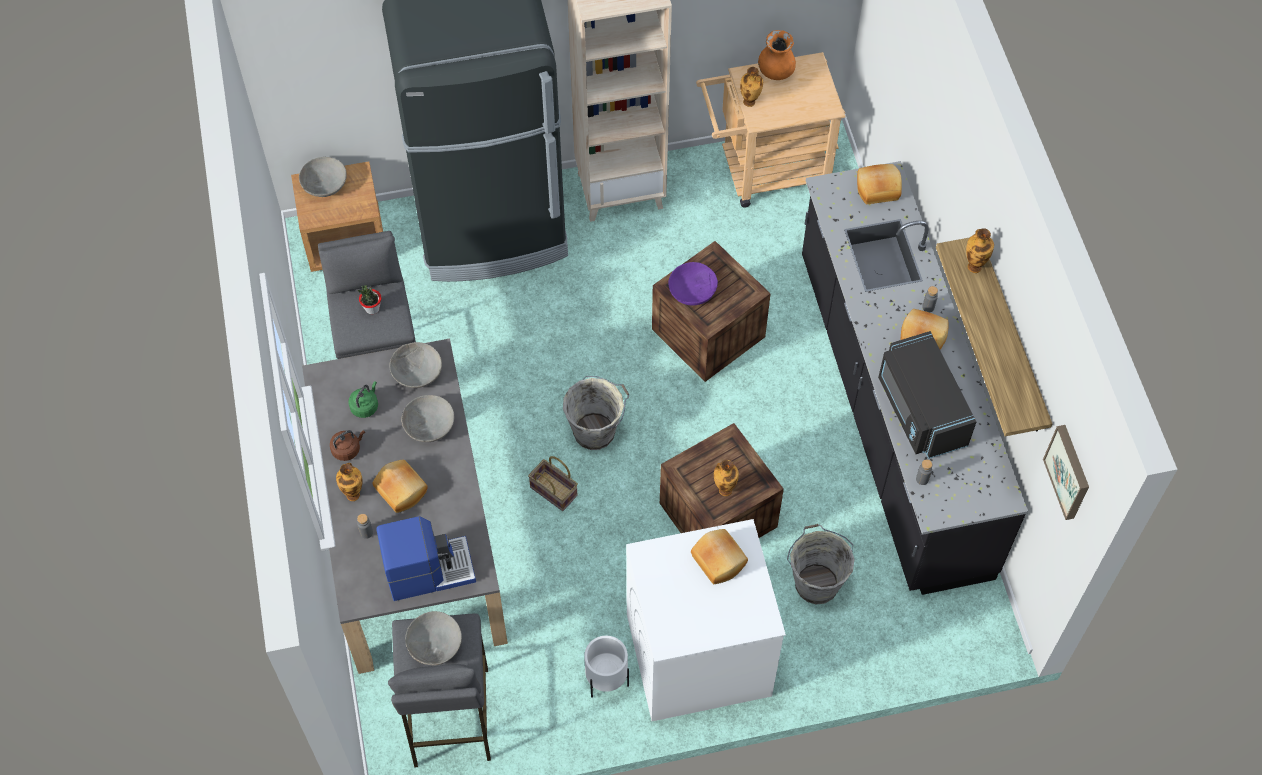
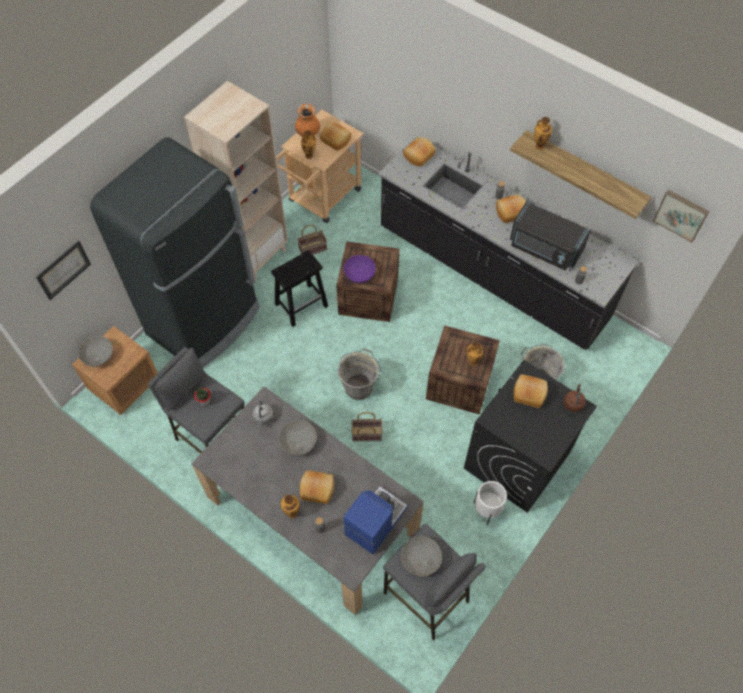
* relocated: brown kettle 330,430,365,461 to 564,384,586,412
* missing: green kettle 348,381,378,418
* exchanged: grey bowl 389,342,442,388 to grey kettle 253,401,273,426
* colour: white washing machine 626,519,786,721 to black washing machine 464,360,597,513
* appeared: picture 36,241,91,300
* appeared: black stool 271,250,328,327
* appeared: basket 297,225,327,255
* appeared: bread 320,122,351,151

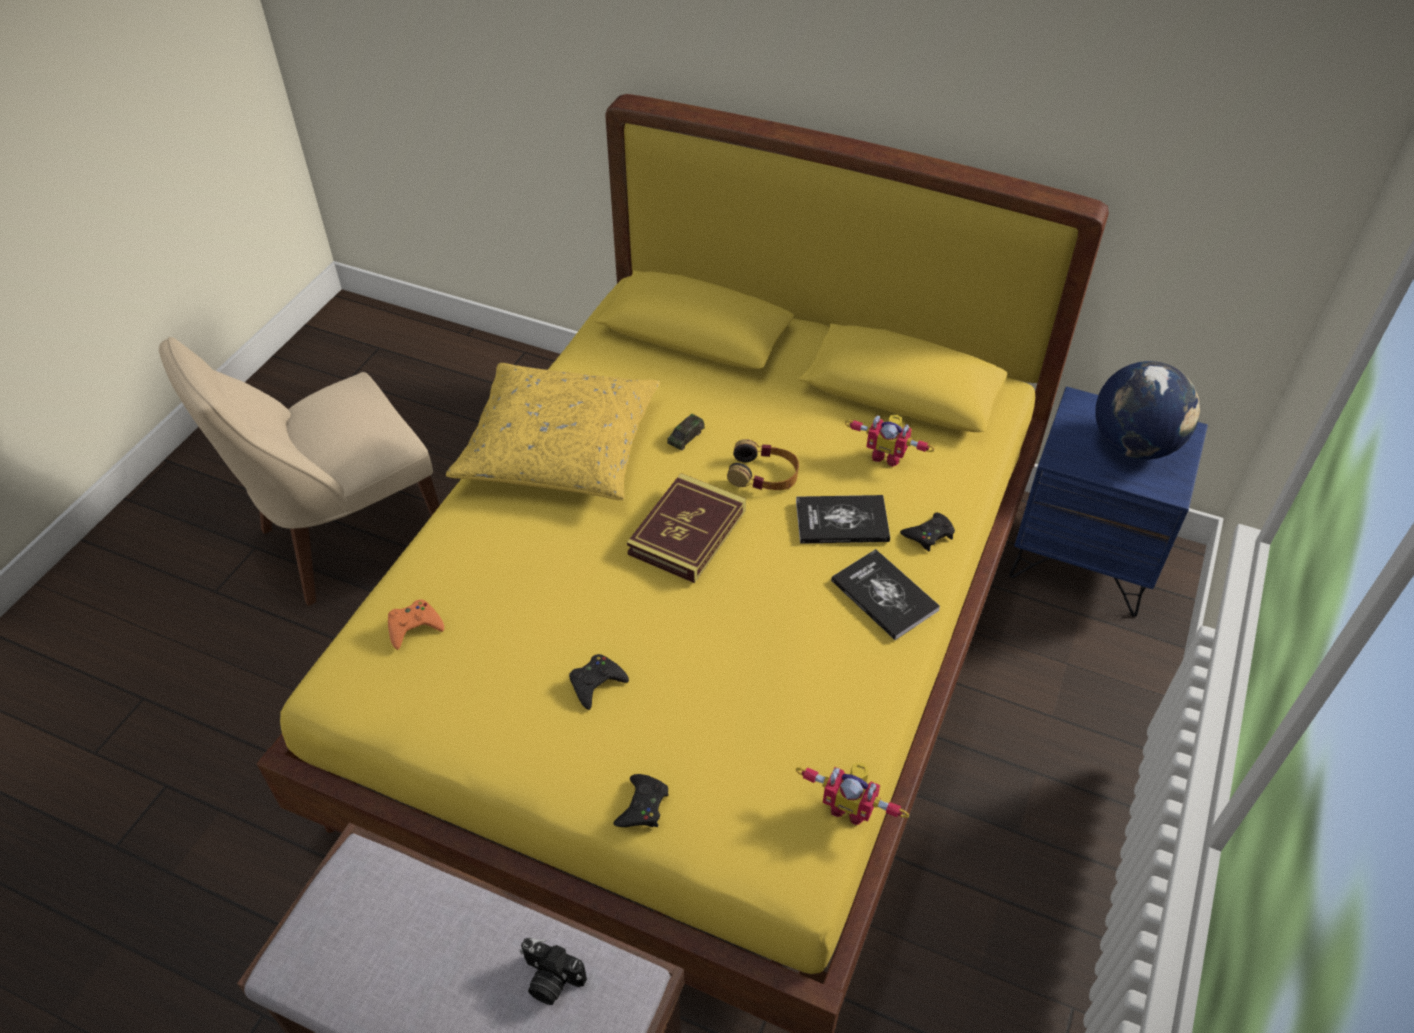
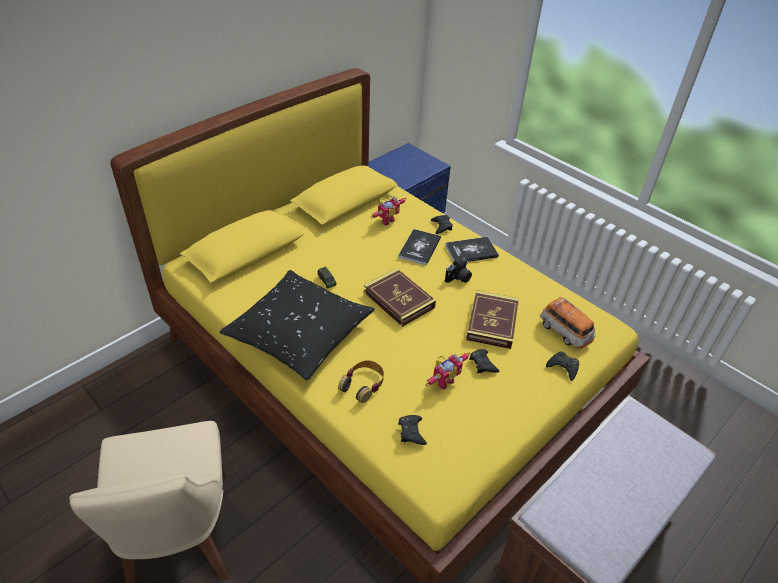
* colour: orange game controller 388,600,444,650 to black game controller 398,415,427,445
* colour: yellow pillow 446,363,660,500 to black pillow 220,270,375,380
* relocated: photo camera 520,938,587,1005 to 445,258,472,283
* relocated: headphones 727,439,799,490 to 338,360,384,403
* relocated: toy robot 796,763,909,825 to 425,352,470,390
* missing: globe 1096,361,1200,460
* appeared: book 466,290,519,349
* appeared: toy car 540,297,595,348

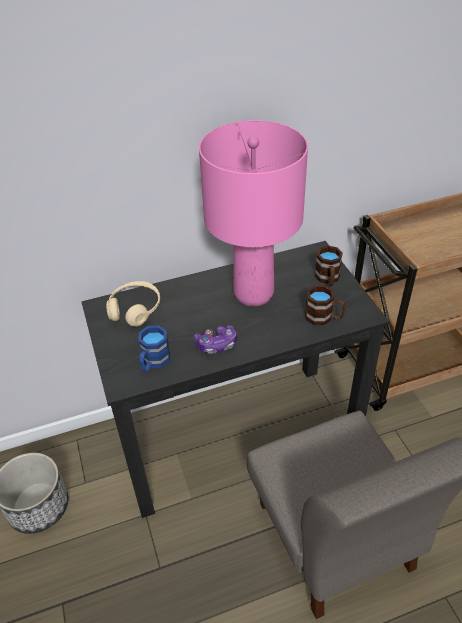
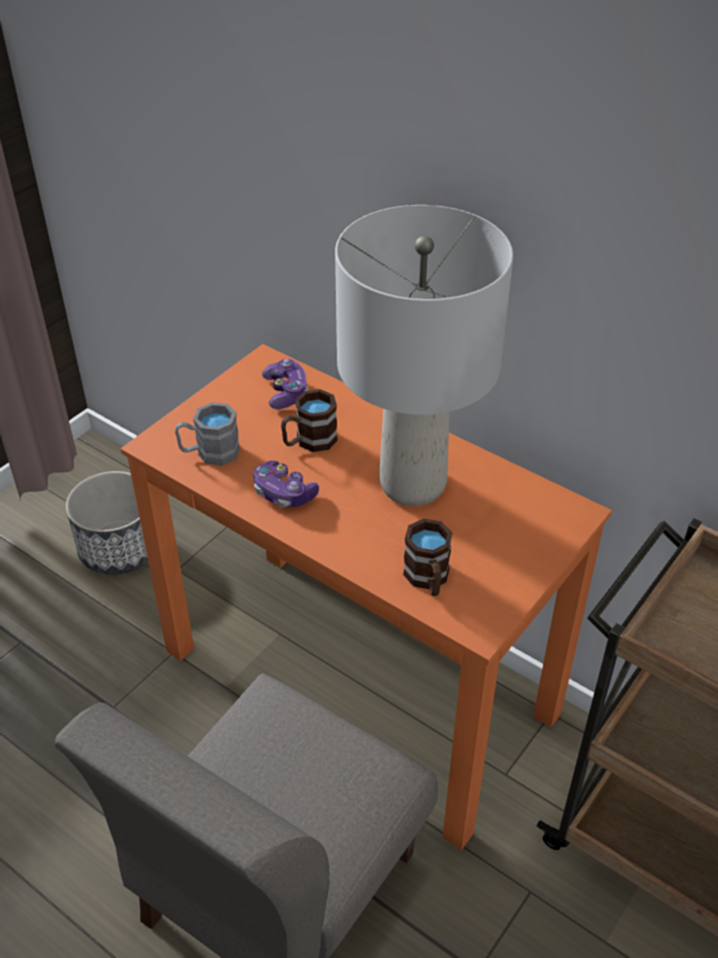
* colour: black desk 81,241,389,518 to orange desk 121,344,612,850
* exchanged: beige headphones 106,281,160,326 to game controller 262,359,309,409
* colour: blue mug 138,325,170,372 to grey mug 175,402,240,466
* colour: pink table lamp 199,120,308,306 to grey table lamp 335,205,513,506
* relocated: brown mug 315,246,343,286 to 281,389,338,452

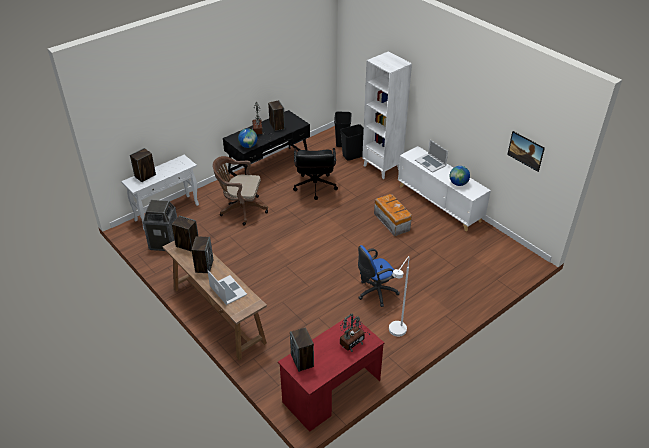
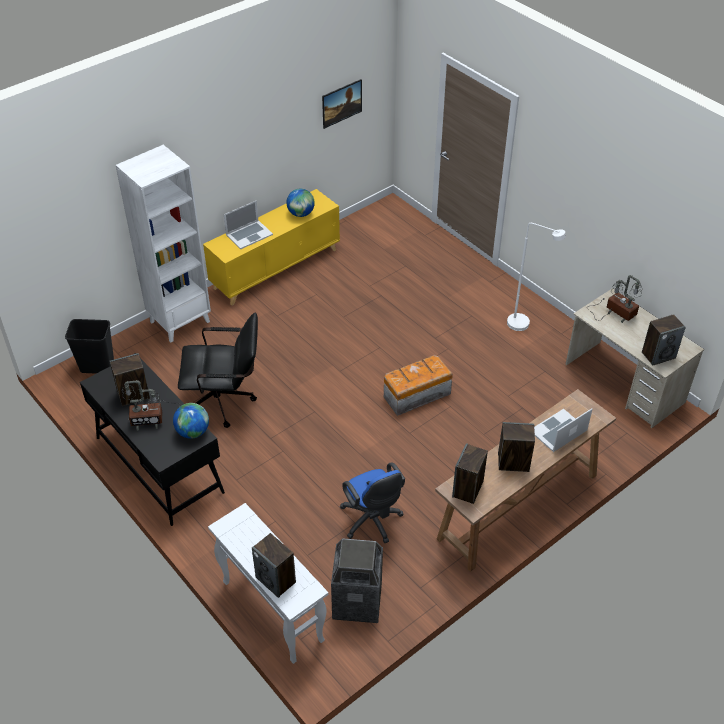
* missing: brown office chair 213,156,268,226
* colour: red desk 278,316,384,432 to beige desk 565,288,704,428
* missing: black trash can 340,124,364,161
* relocated: blue office chair 358,245,400,307 to 340,462,405,543
* relocated: storage box 374,194,412,237 to 384,355,453,416
* colour: white cabinet 398,146,491,231 to yellow cabinet 203,189,340,305

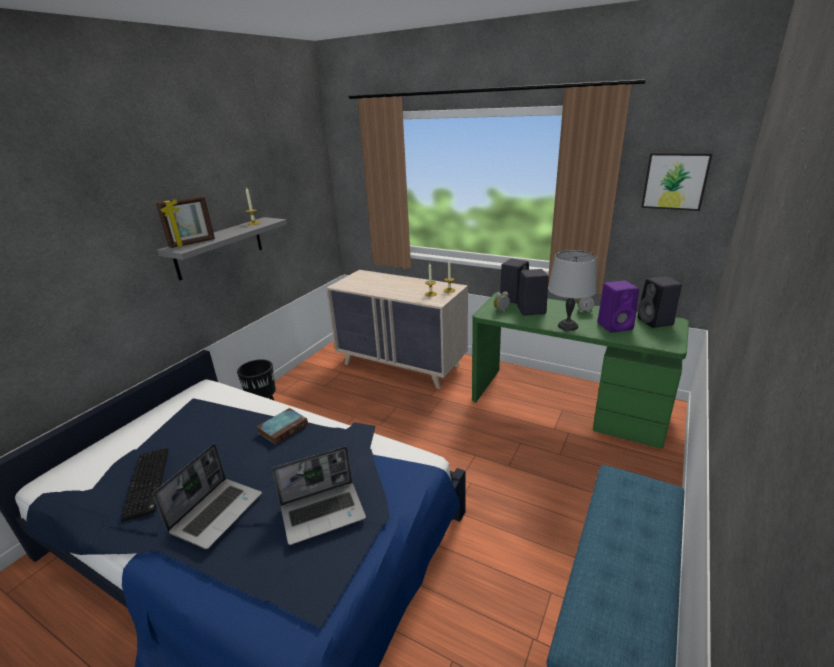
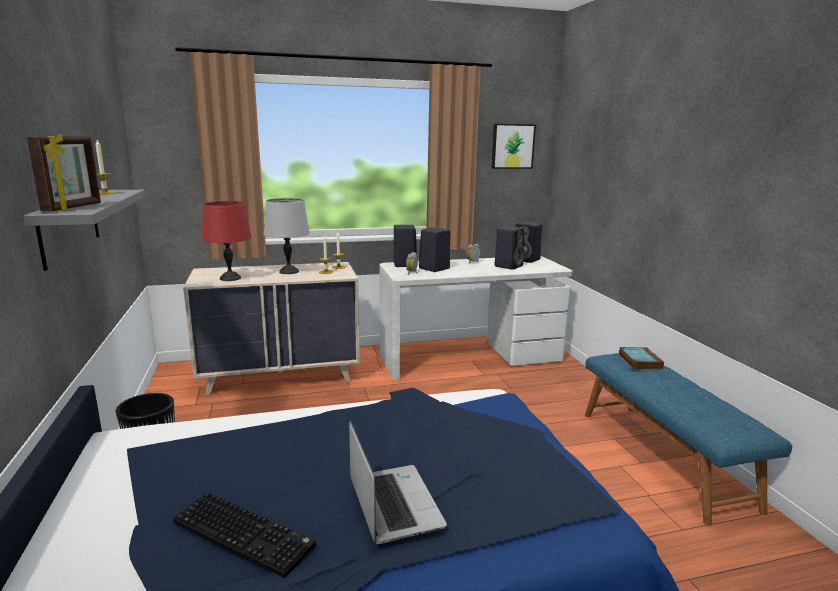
* relocated: book 257,408,308,445 to 619,347,664,370
* missing: laptop 272,446,366,545
* colour: green desk 472,292,689,449 to white desk 380,256,572,380
* relocated: grey table lamp 548,250,597,331 to 264,198,310,274
* colour: purple speaker 597,281,639,333 to black speaker 494,226,525,270
* appeared: red table lamp 202,201,252,281

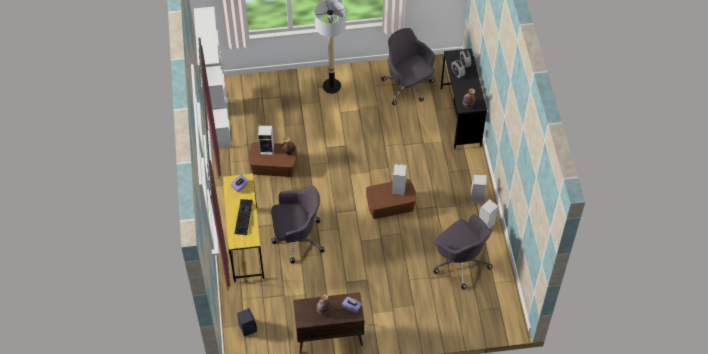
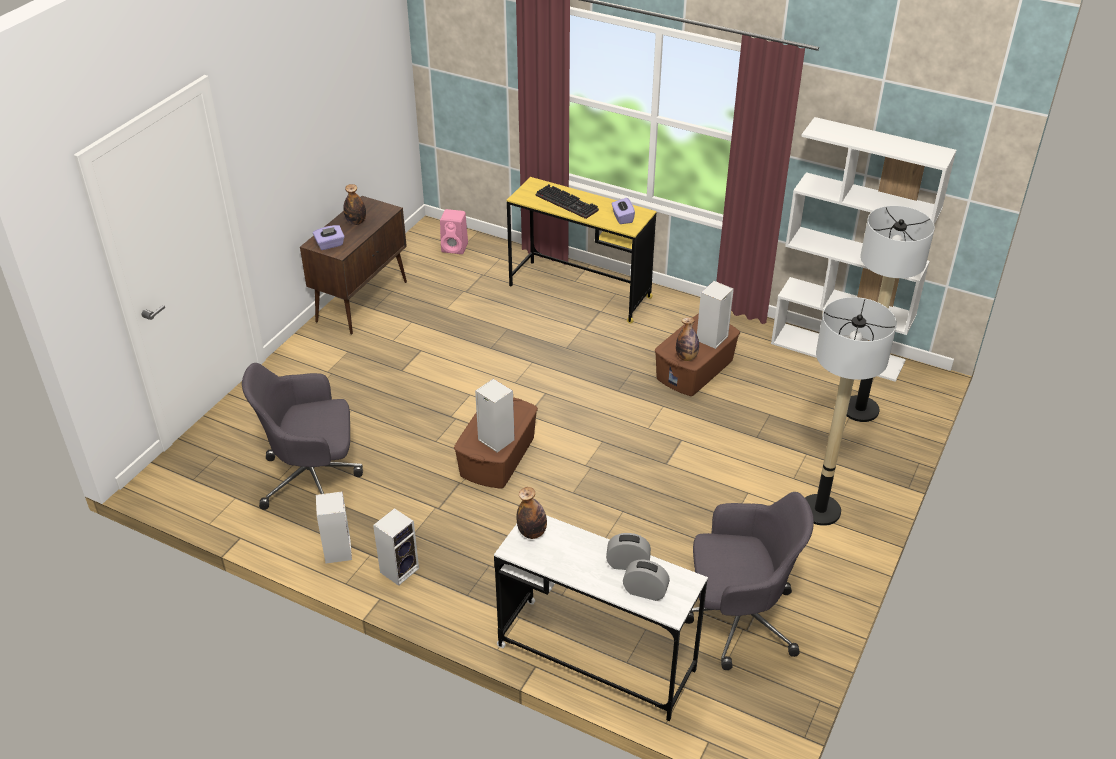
* colour: black speaker 237,308,257,337 to pink speaker 440,209,468,254
* missing: grey office chair 271,186,324,263
* colour: black desk 441,48,487,149 to white desk 494,515,708,721
* appeared: floor lamp 847,206,935,422

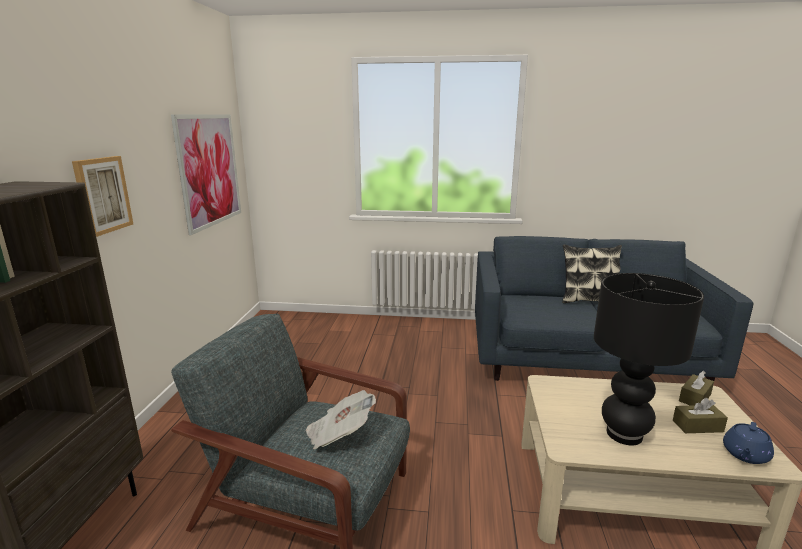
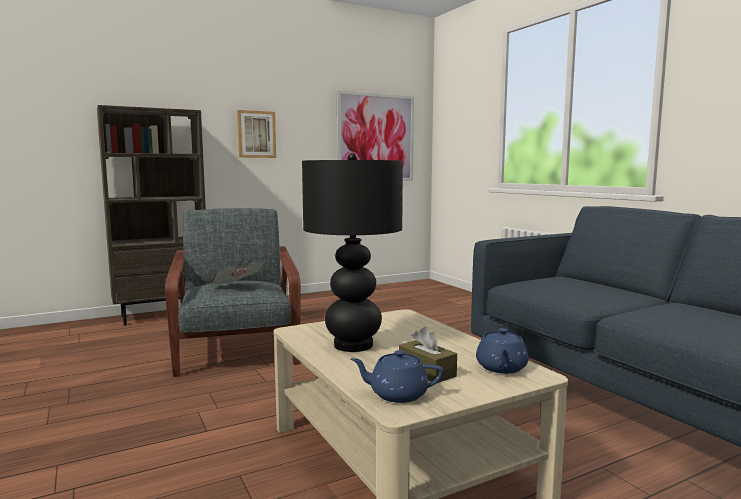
* missing: pillow 562,245,622,303
* exchanged: brown tissue box 679,371,714,406 to blue teapot 476,328,528,374

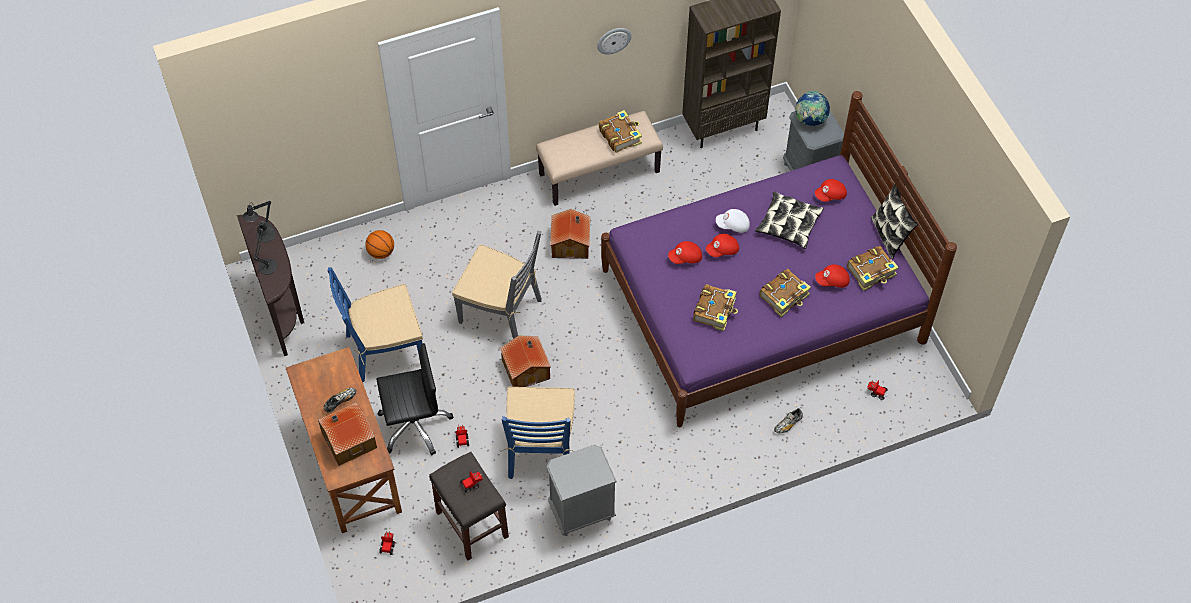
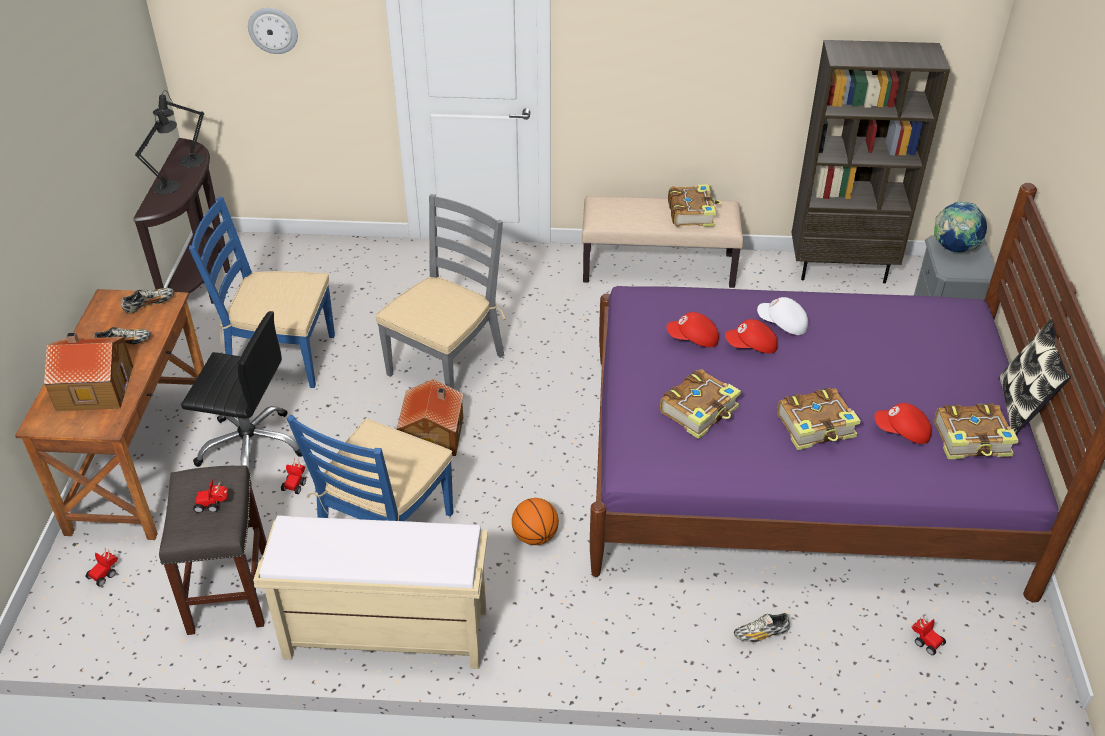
* relocated: basketball 365,230,394,259 to 512,498,559,545
* spun: grey chair 452,231,542,339 = 375,194,506,389 105 degrees counterclockwise
* exchanged: grey nightstand 546,445,617,536 to beige bench 253,515,488,669
* missing: toy house 550,209,590,259
* relocated: wall clock 597,28,632,54 to 248,8,298,54
* missing: pillow 755,191,824,249
* missing: red cap 815,179,847,202
* appeared: shoe 122,288,174,313

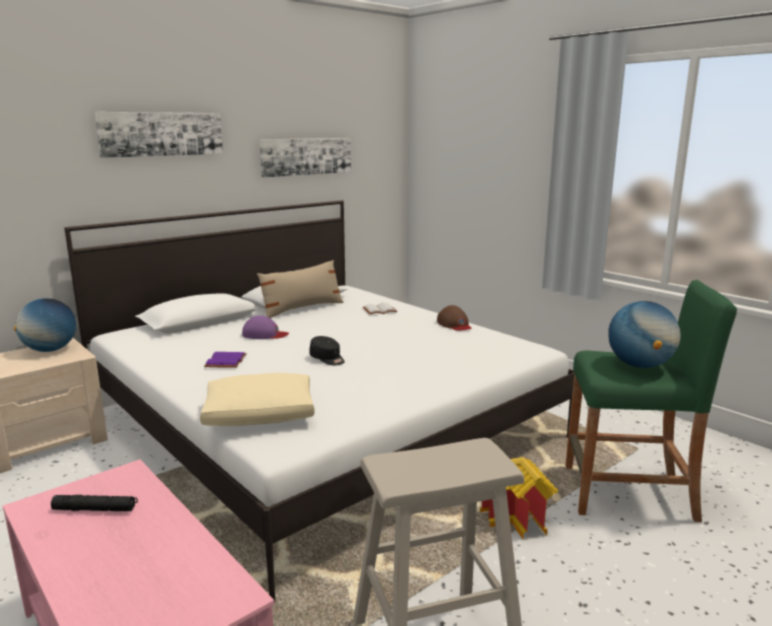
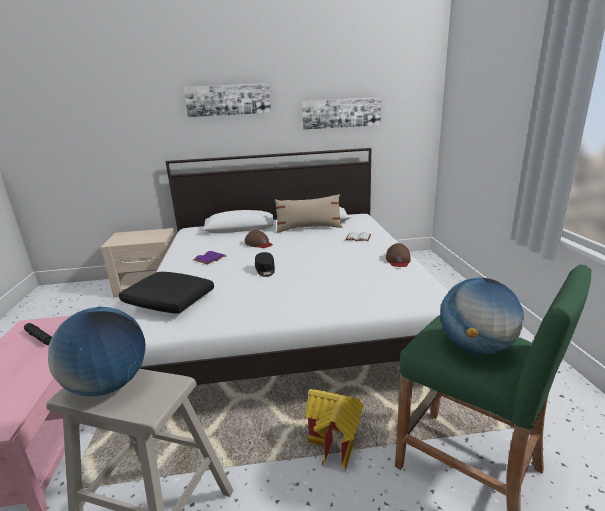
* relocated: globe 14,298,76,352 to 48,307,146,396
* colour: beige pillow 200,373,315,426 to black pillow 119,272,214,314
* colour: purple cap 242,315,289,339 to brown cap 245,230,273,248

